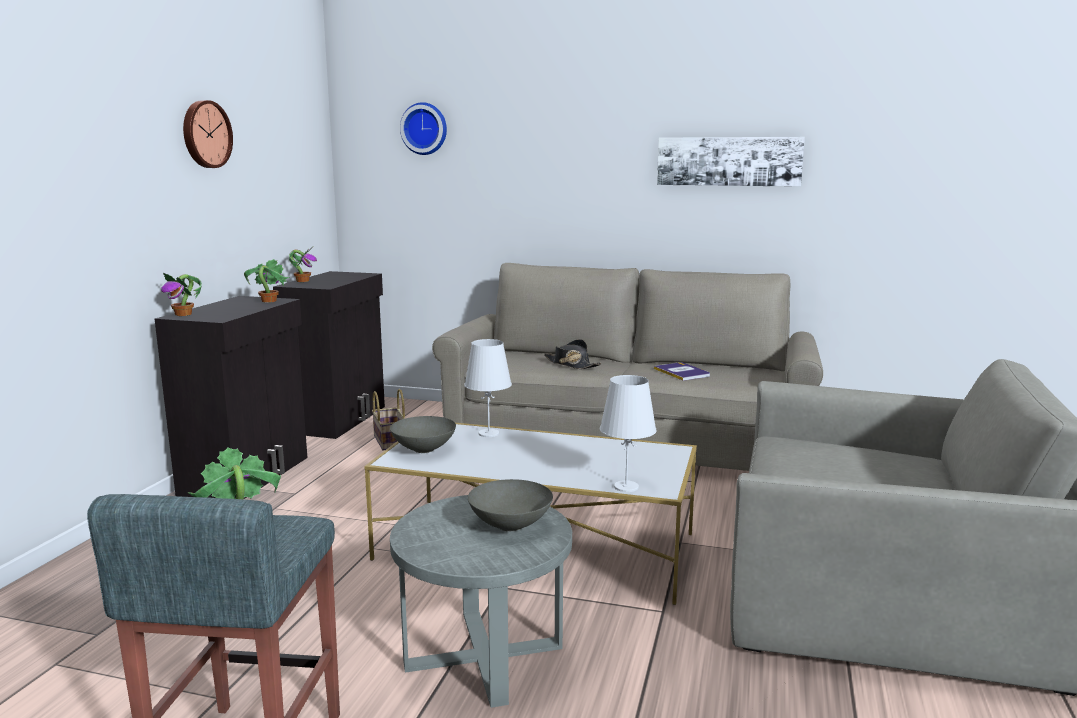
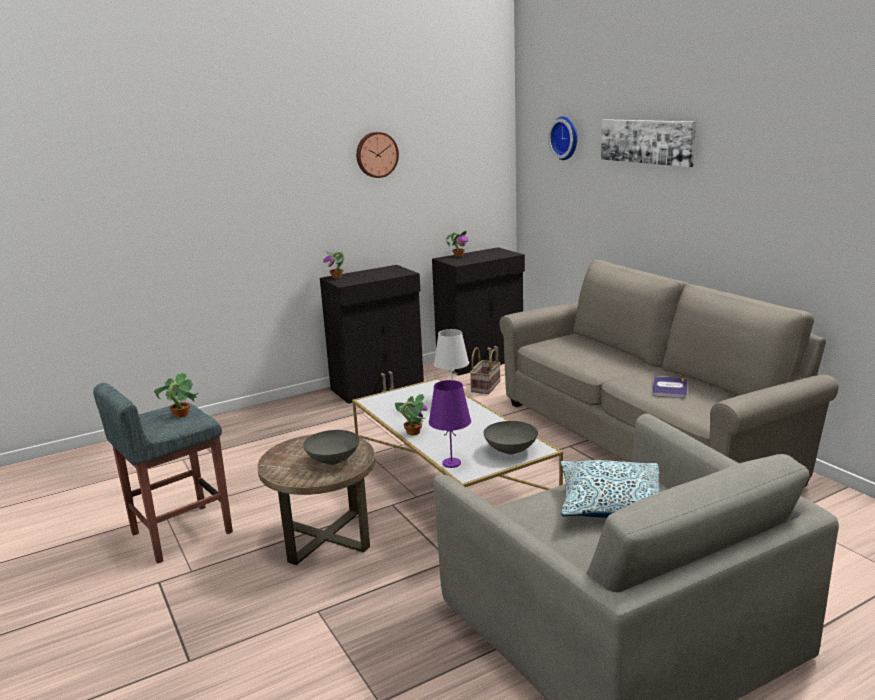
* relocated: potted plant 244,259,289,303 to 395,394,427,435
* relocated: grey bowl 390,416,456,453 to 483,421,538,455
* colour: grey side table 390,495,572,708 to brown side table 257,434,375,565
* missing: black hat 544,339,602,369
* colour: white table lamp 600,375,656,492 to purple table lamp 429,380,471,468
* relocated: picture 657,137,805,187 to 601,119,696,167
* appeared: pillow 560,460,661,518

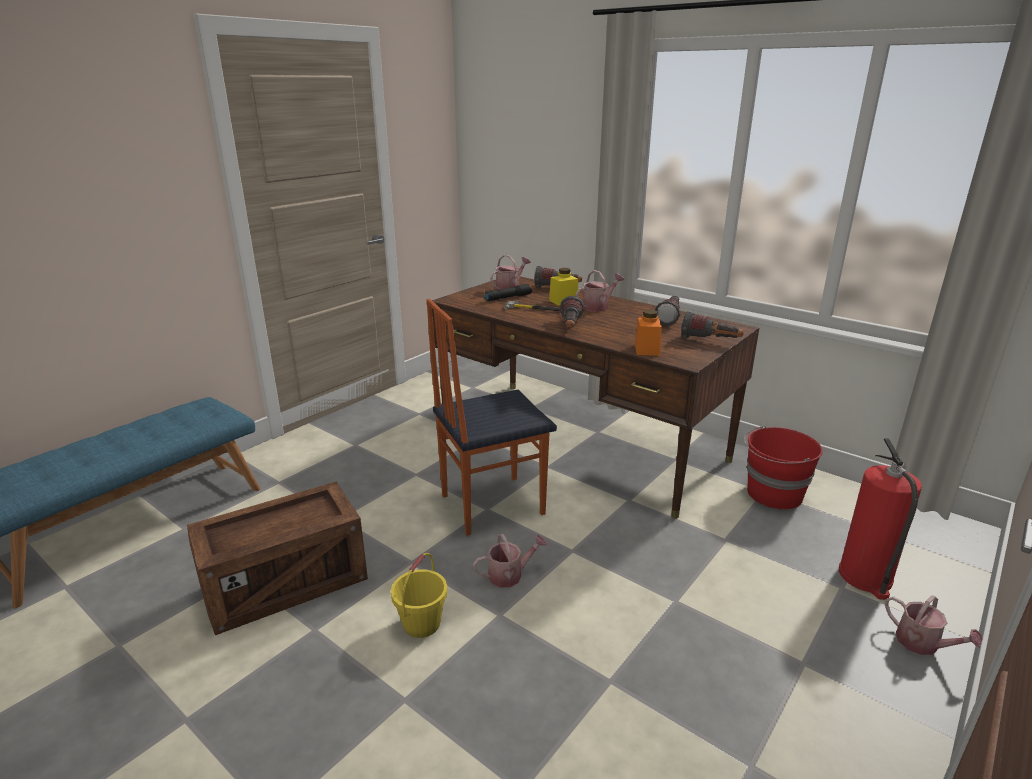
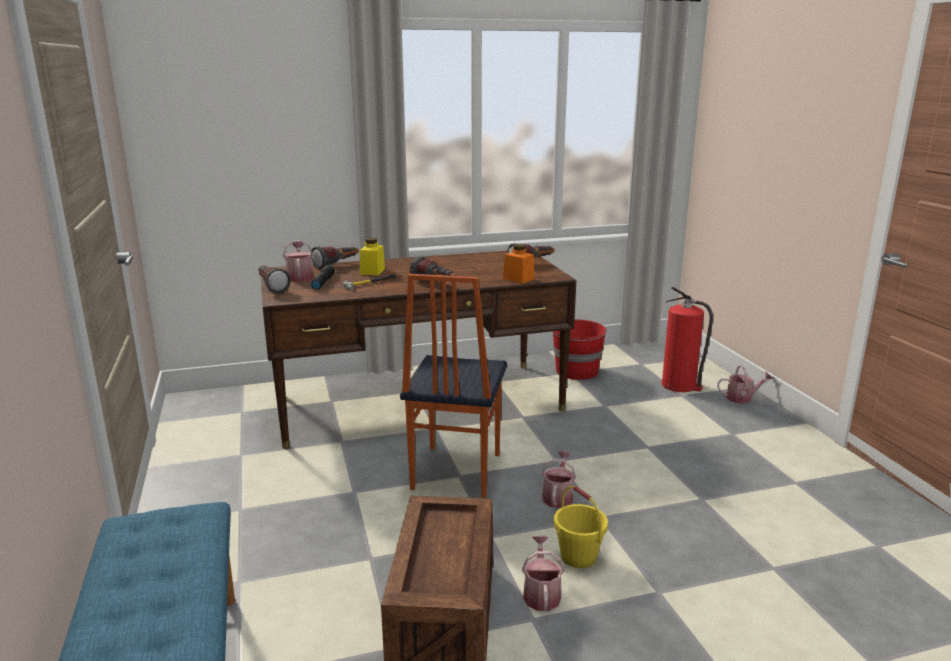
* relocated: watering can 576,270,624,312 to 522,536,564,611
* relocated: flashlight 655,296,681,326 to 258,266,291,294

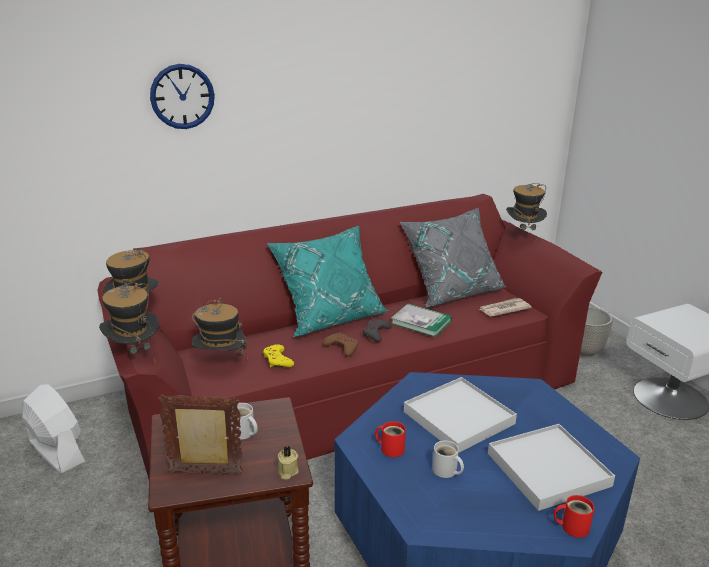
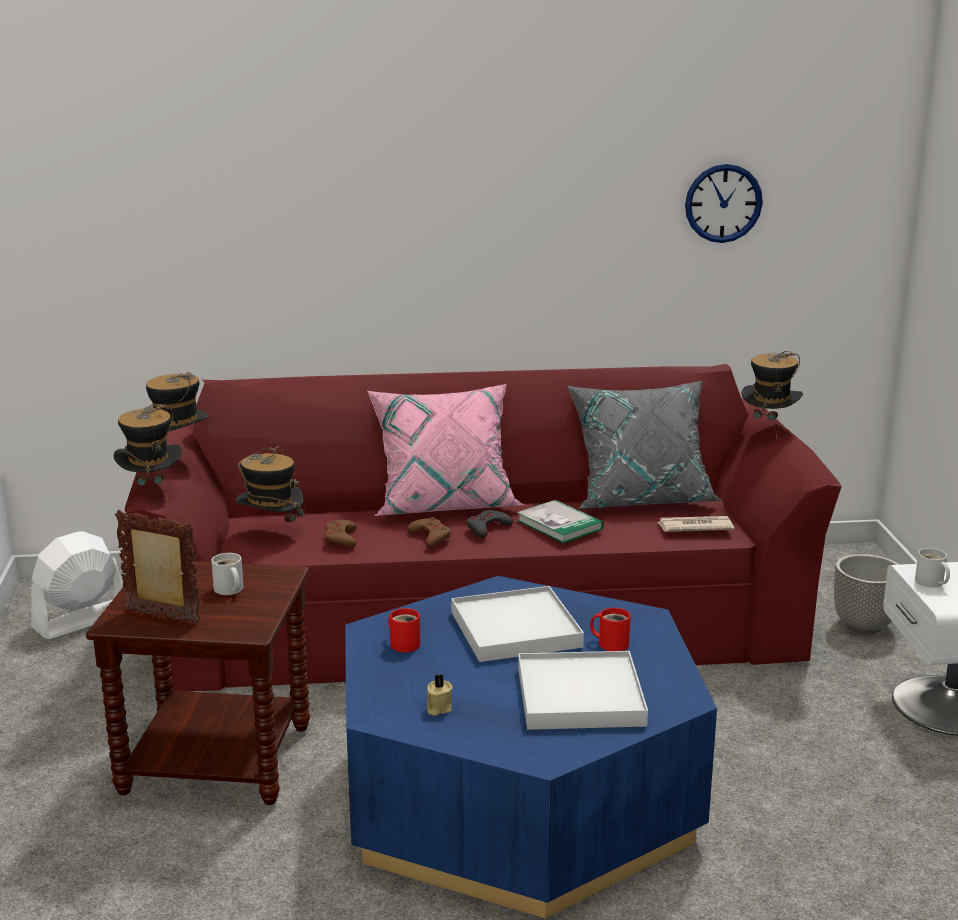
* spun: white fan 22,385,85,473 = 31,531,123,639 105 degrees counterclockwise
* relocated: wall clock 150,64,215,129 to 685,164,763,243
* colour: yellow game controller 263,344,294,367 to brown game controller 325,520,357,547
* colour: turquoise pillow 267,226,389,337 to pink pillow 367,384,524,516
* relocated: beige candle 277,446,299,479 to 427,674,453,716
* relocated: white mug 432,440,464,478 to 915,548,950,587
* relocated: red mug 554,495,595,538 to 590,608,631,651

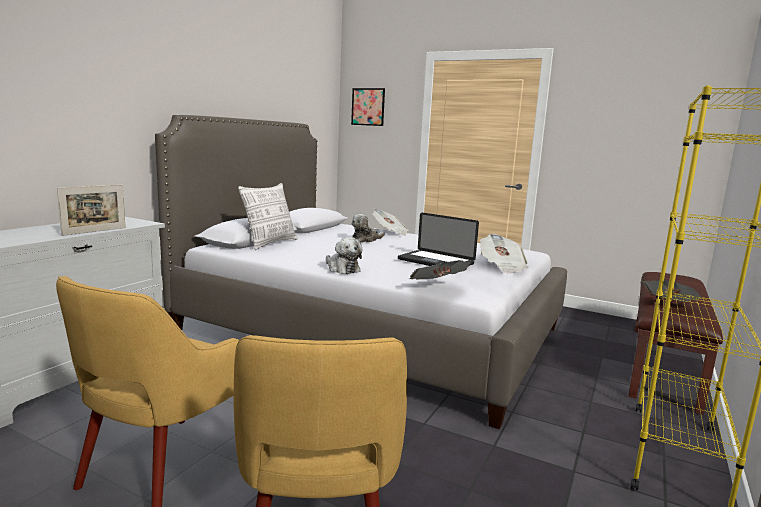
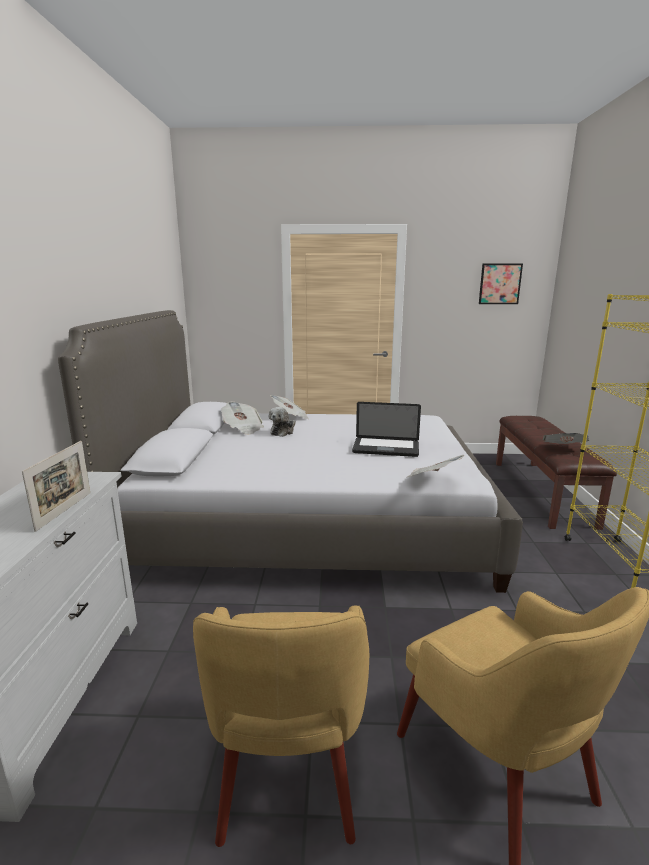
* missing: pillow 238,183,297,250
* missing: plush toy 326,237,362,274
* relocated: picture 351,88,385,126 to 479,264,523,304
* relocated: newspaper 480,234,529,274 to 221,401,264,435

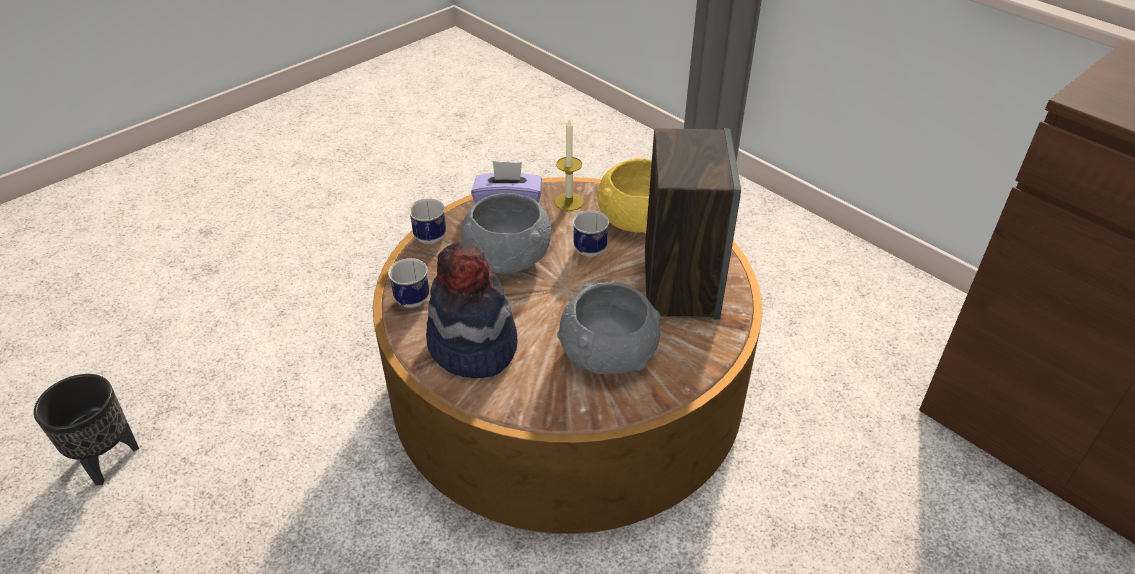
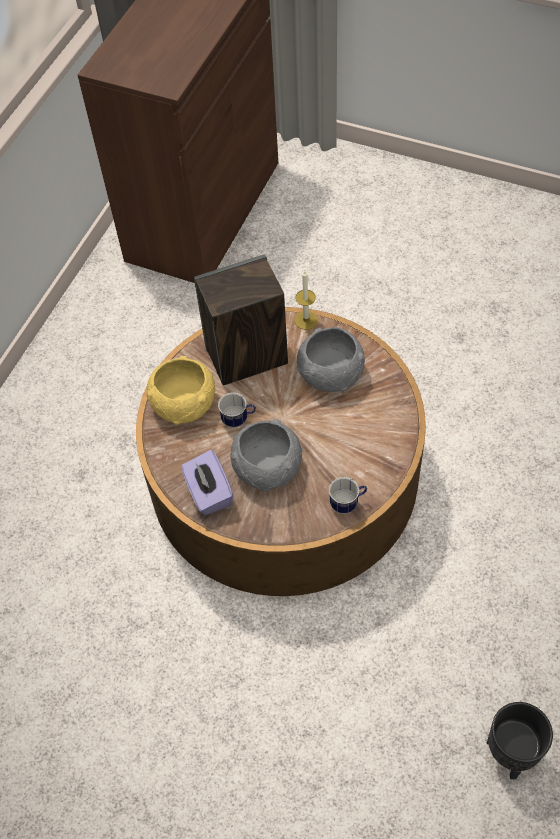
* missing: mug 409,198,446,244
* missing: hat 426,241,518,378
* relocated: candle 555,118,584,211 to 295,271,318,330

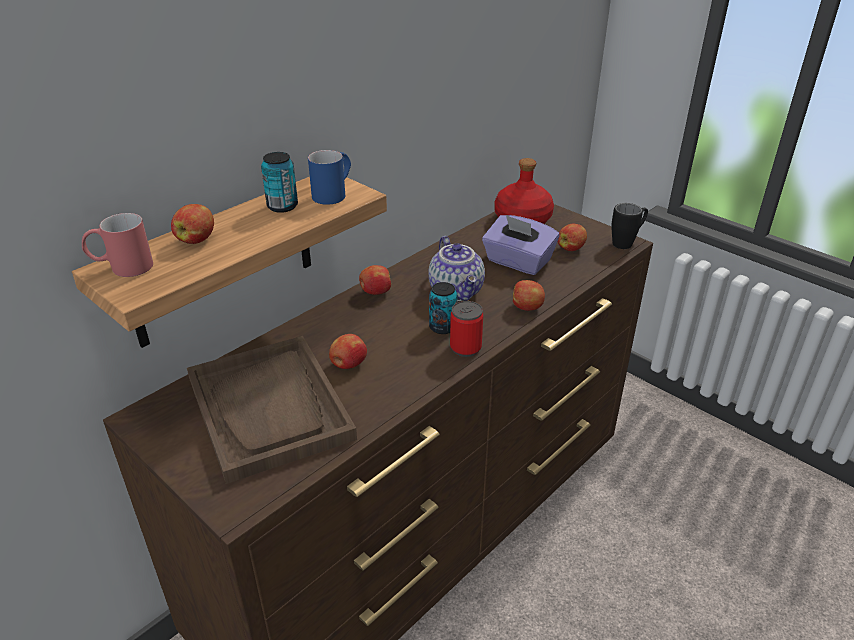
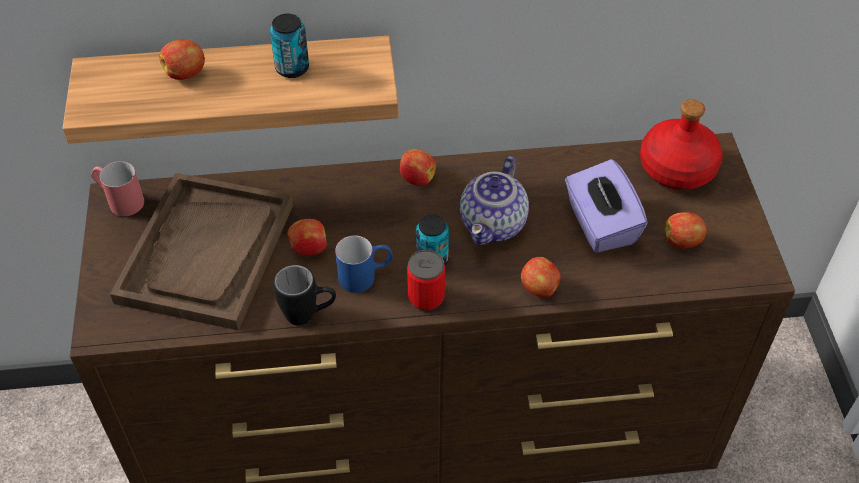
* relocated: red mug 82,213,153,277 to 91,161,144,216
* relocated: blue mug 308,150,351,205 to 335,235,393,293
* relocated: black mug 612,203,648,249 to 274,265,336,326

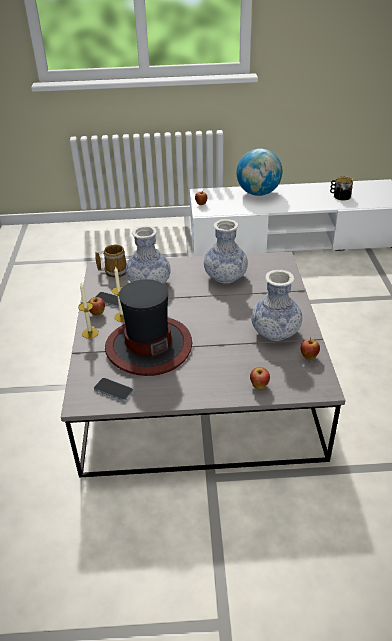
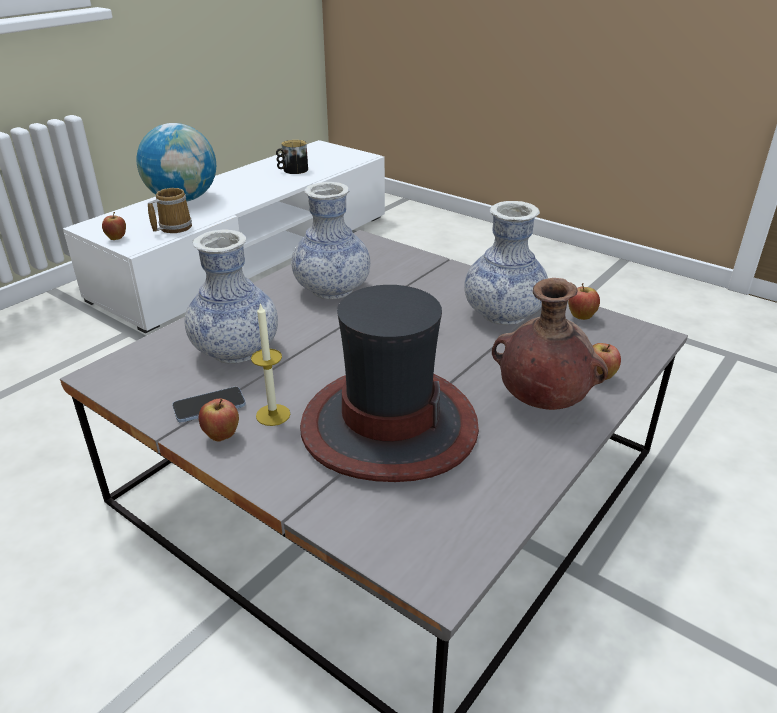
* missing: candle 78,283,99,339
* missing: phone 94,378,133,401
* relocated: mug 95,244,127,278 to 148,188,192,233
* appeared: brown vase 492,278,608,410

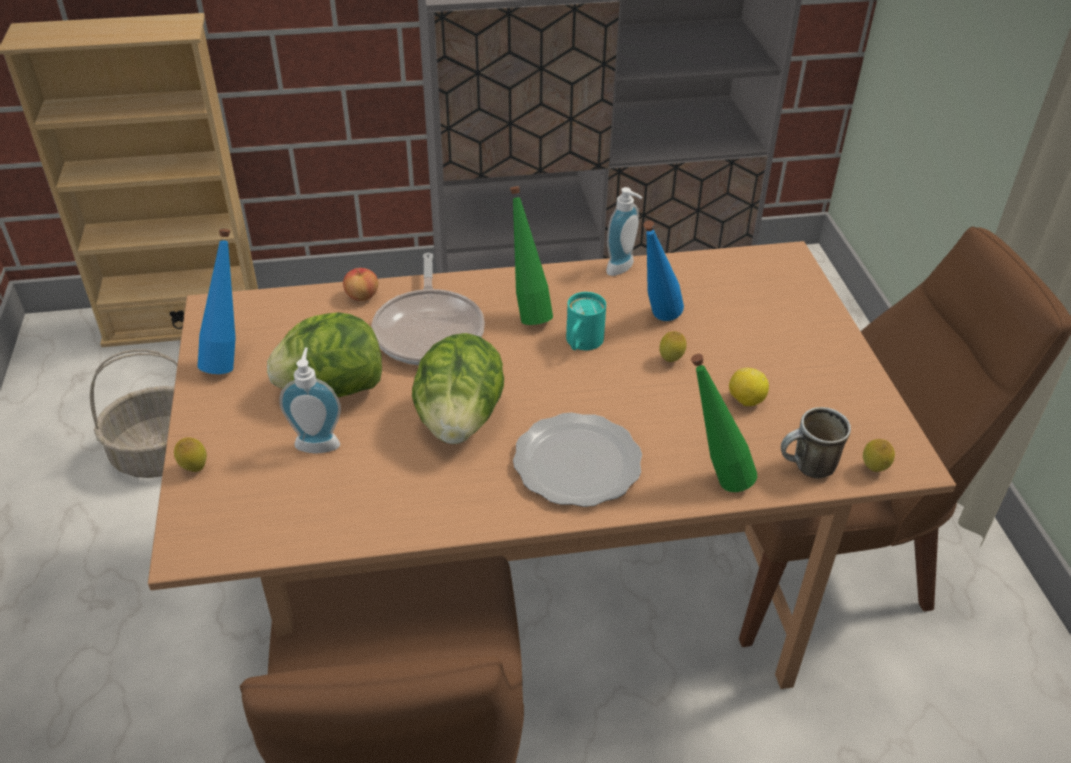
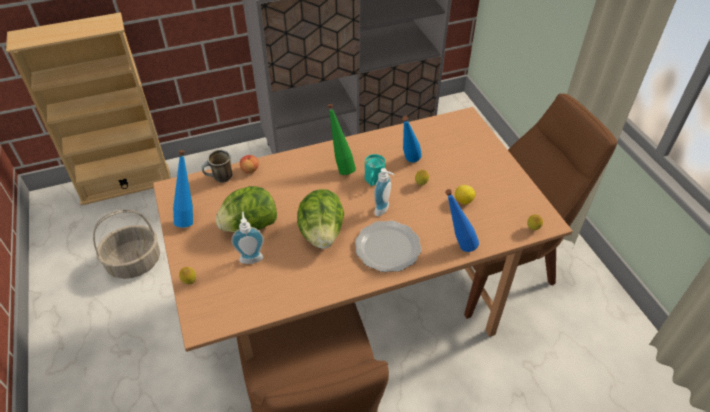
* missing: frying pan 372,253,485,365
* relocated: soap dispenser 606,187,643,276 to 374,168,394,216
* colour: green bottle 691,354,757,492 to blue bottle 445,189,479,252
* relocated: mug 781,407,851,478 to 202,149,233,183

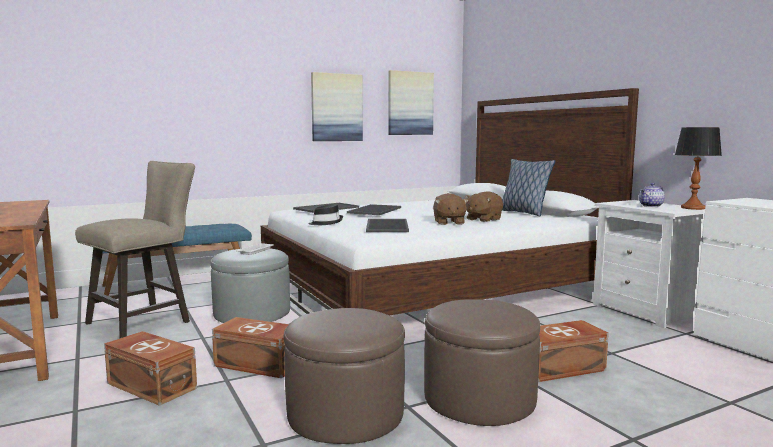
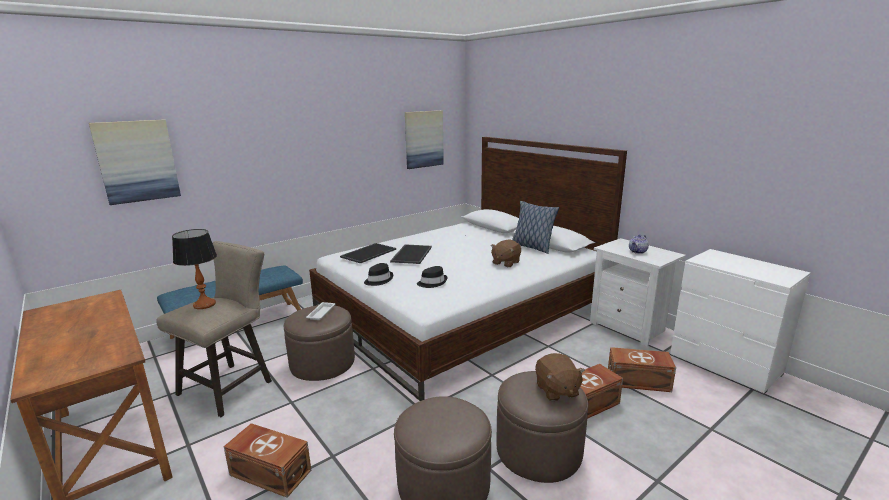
* colour: grey ottoman 211,248,290,323 to brown ottoman 284,305,355,381
* relocated: brown storage box 212,317,289,378 to 608,347,676,392
* relocated: picture 311,72,363,141 to 89,119,181,205
* exchanged: tray 366,219,409,232 to black hat 417,266,447,288
* relocated: brown plush toy 433,193,469,225 to 535,353,585,401
* relocated: table lamp 675,127,722,210 to 172,229,217,309

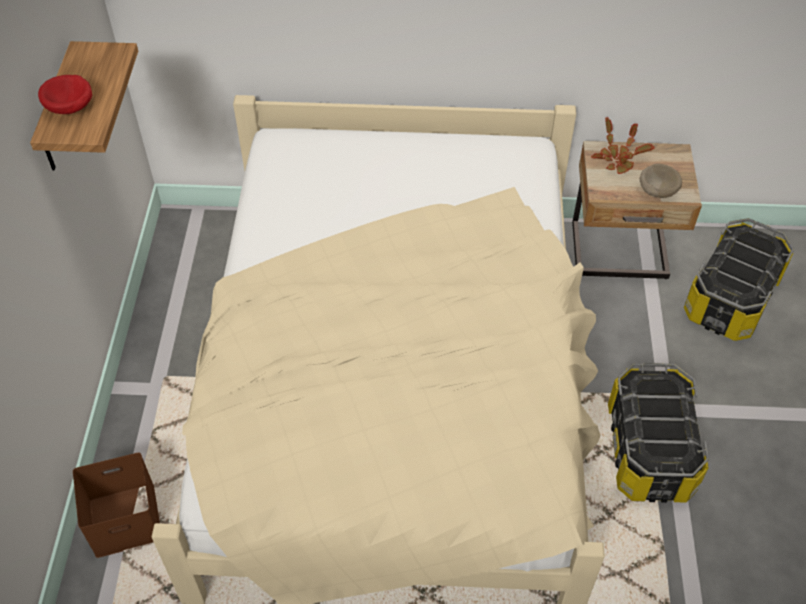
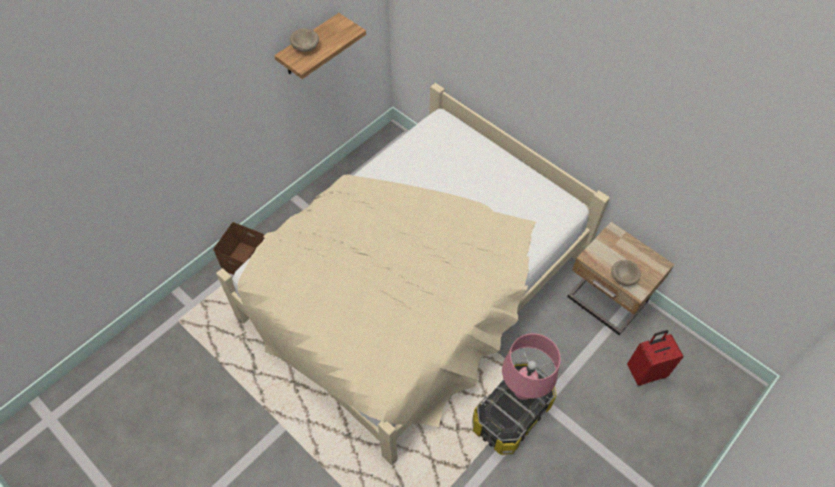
* colour: red bowl 38,75,92,114 to beige bowl 290,28,319,52
* missing: potted plant 591,117,655,174
* exchanged: storage box 684,218,794,341 to red suitcase 627,330,684,386
* appeared: pink table lamp 502,333,560,400

